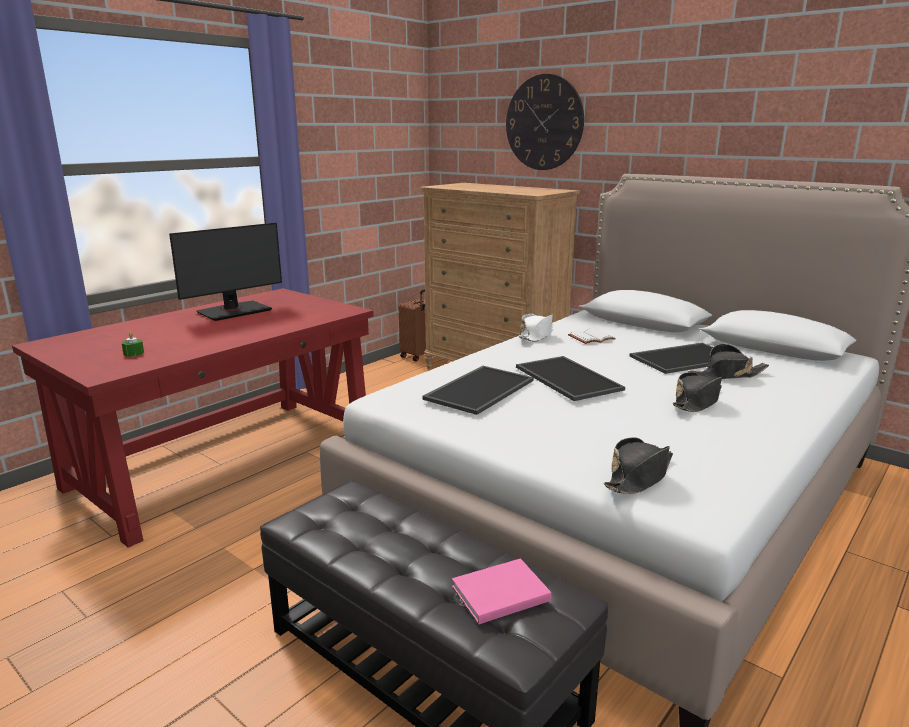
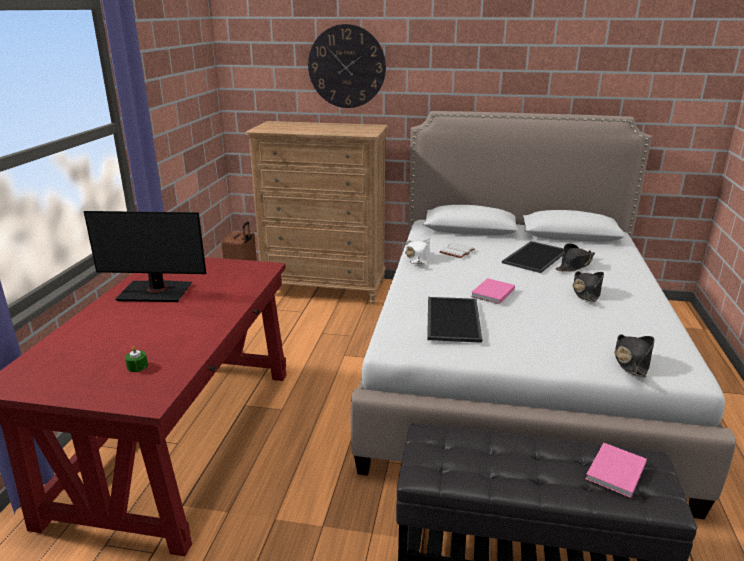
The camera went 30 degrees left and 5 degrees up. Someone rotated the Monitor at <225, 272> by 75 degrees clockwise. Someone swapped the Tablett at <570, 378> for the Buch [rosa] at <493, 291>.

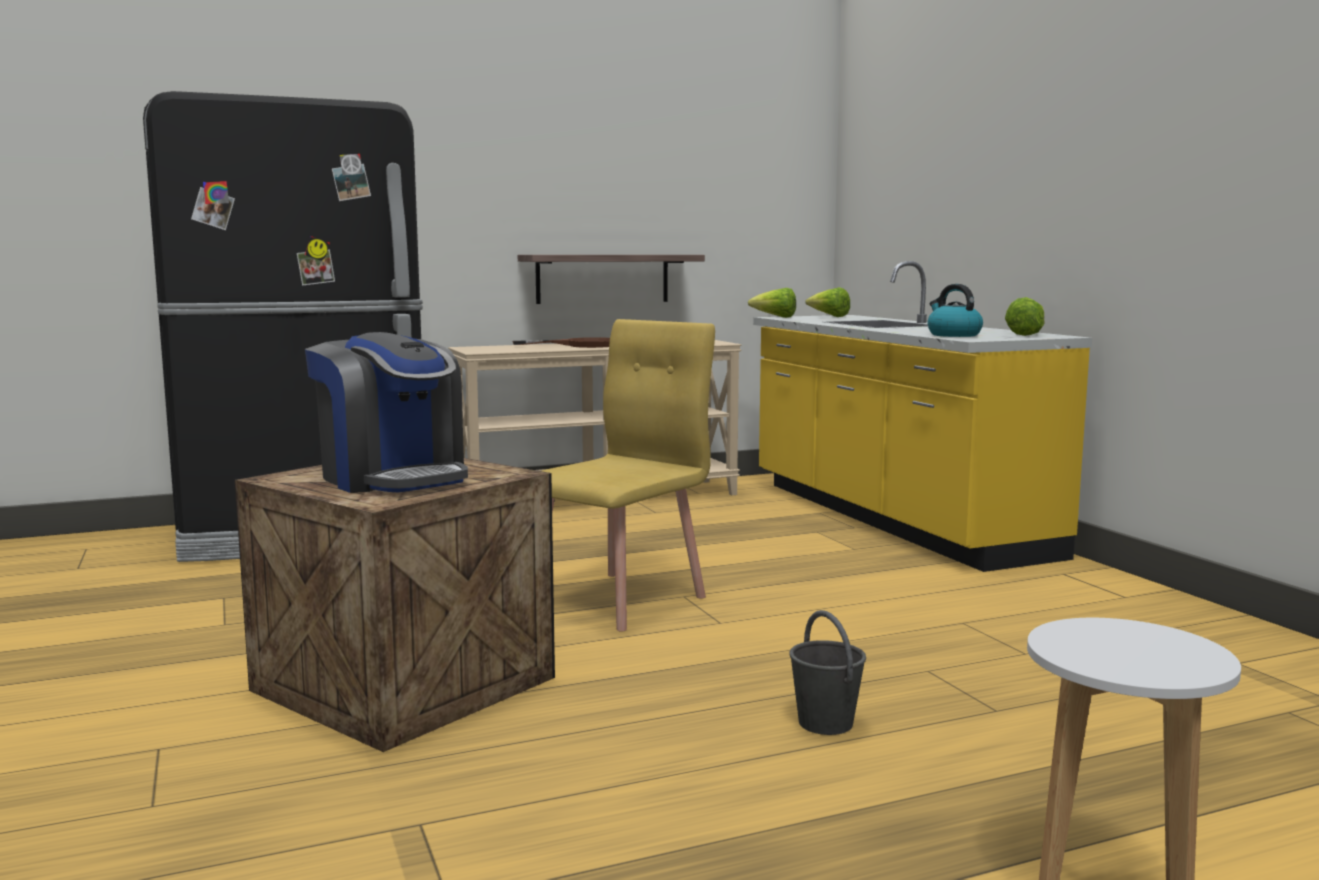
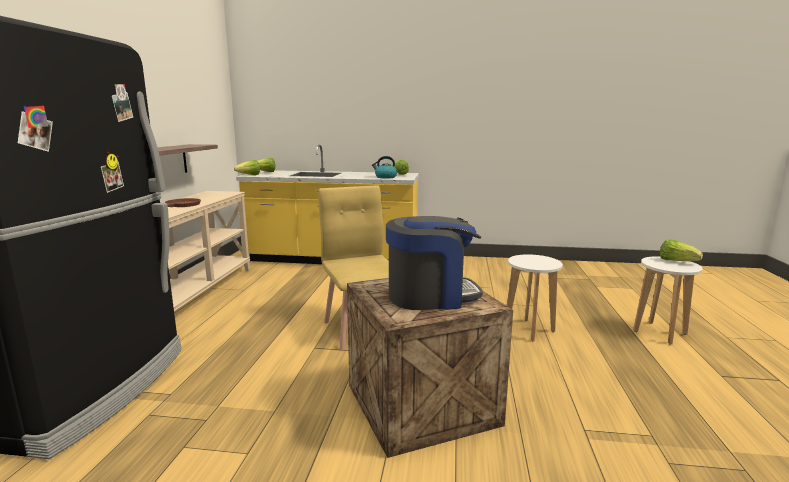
The camera went 60 degrees left and 5 degrees up. Someone swapped the Eimer [grau] at <827, 672> for the Hocker [weiß] at <535, 297>. Someone put down the Salatkopf at <681, 250>.

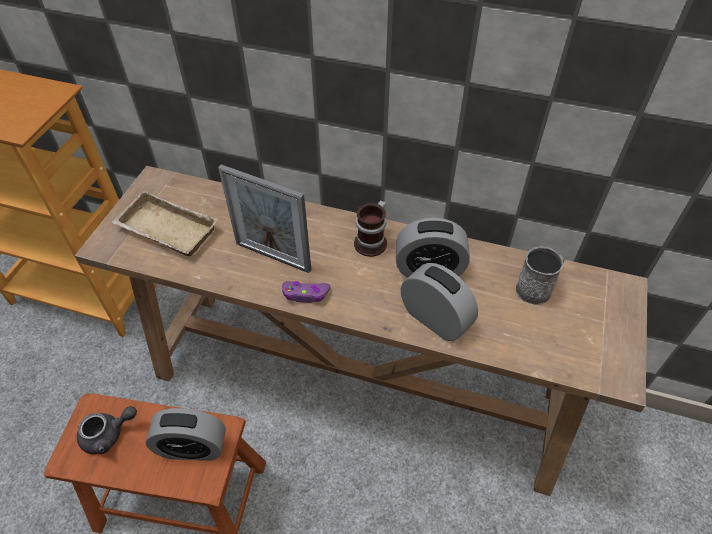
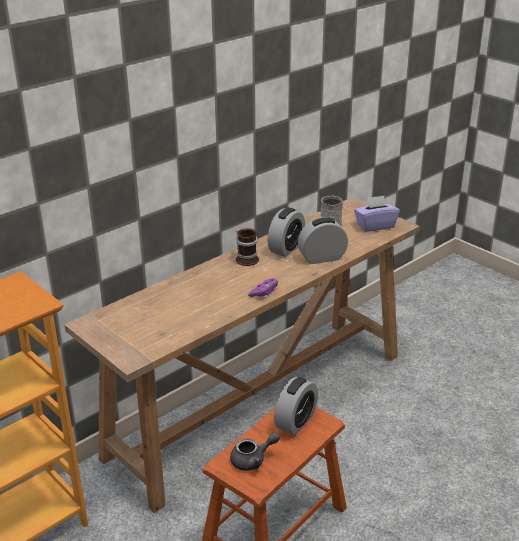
The camera went 60 degrees left and 20 degrees down. Someone rotated the Teekanne [grau] at <107, 430> by 60 degrees clockwise. Someone put down the Taschentuchbox [lila] at <377, 214>. Someone took away the Tablett [beige] at <165, 223>. Someone took away the Bilderrahmen at <264, 218>.

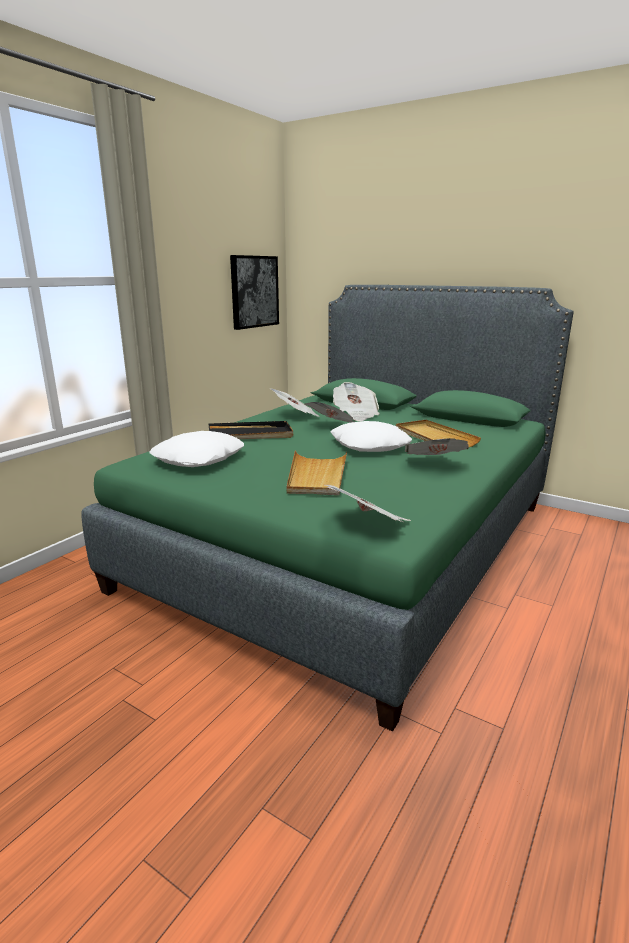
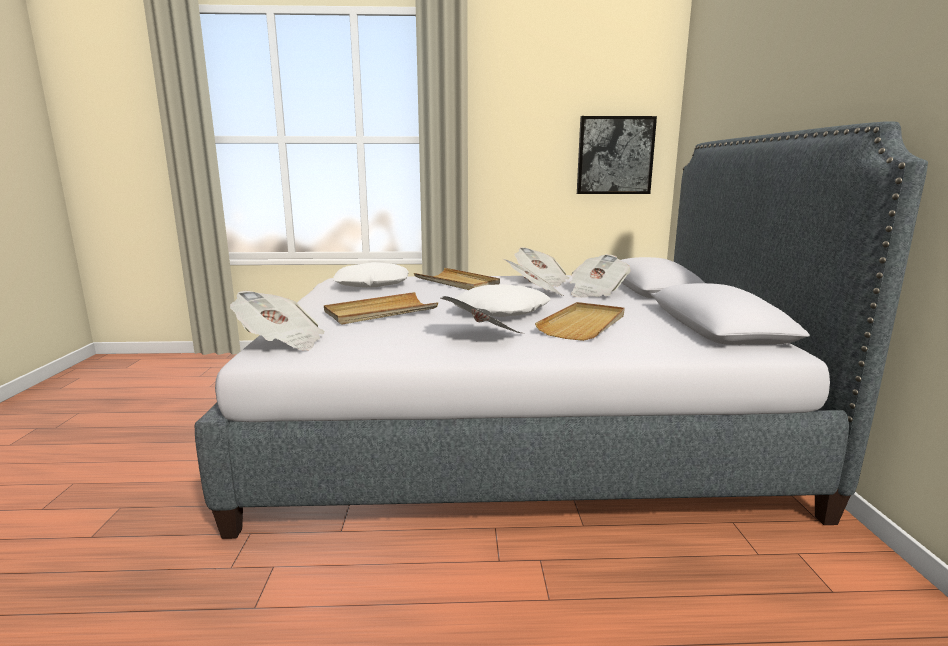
The camera went 55 degrees right and 5 degrees down. Someone repainted the Bett [grün] at <327, 508>, which became the Bett [grau] at <561, 330>. Someone repainted the Tablett [schwarz] at <251, 430>, which became the Tablett [beige] at <457, 279>.

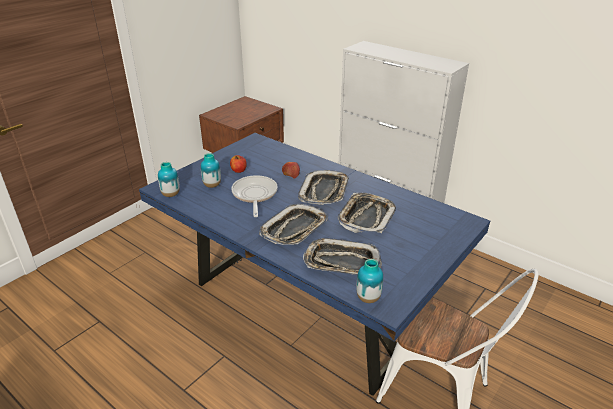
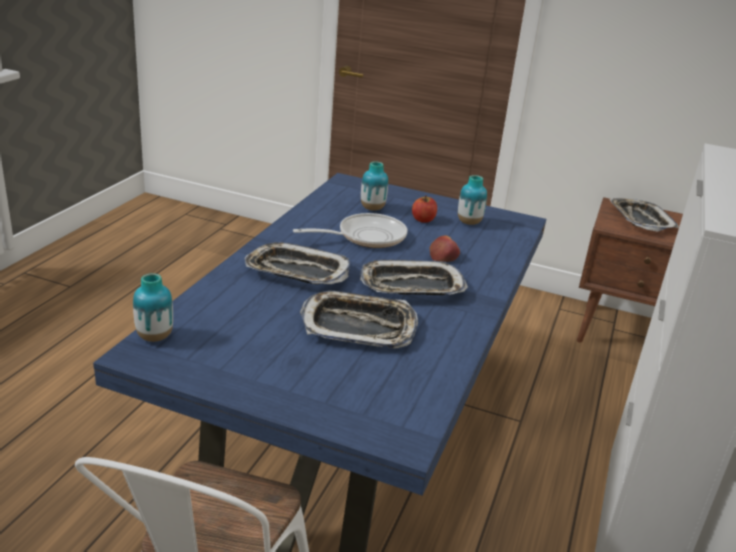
The camera went 70 degrees right and 5 degrees down. Someone carried the Vase from <169, 179> to <472, 200>. Someone carried the Tablett from <342, 256> to <644, 215>.

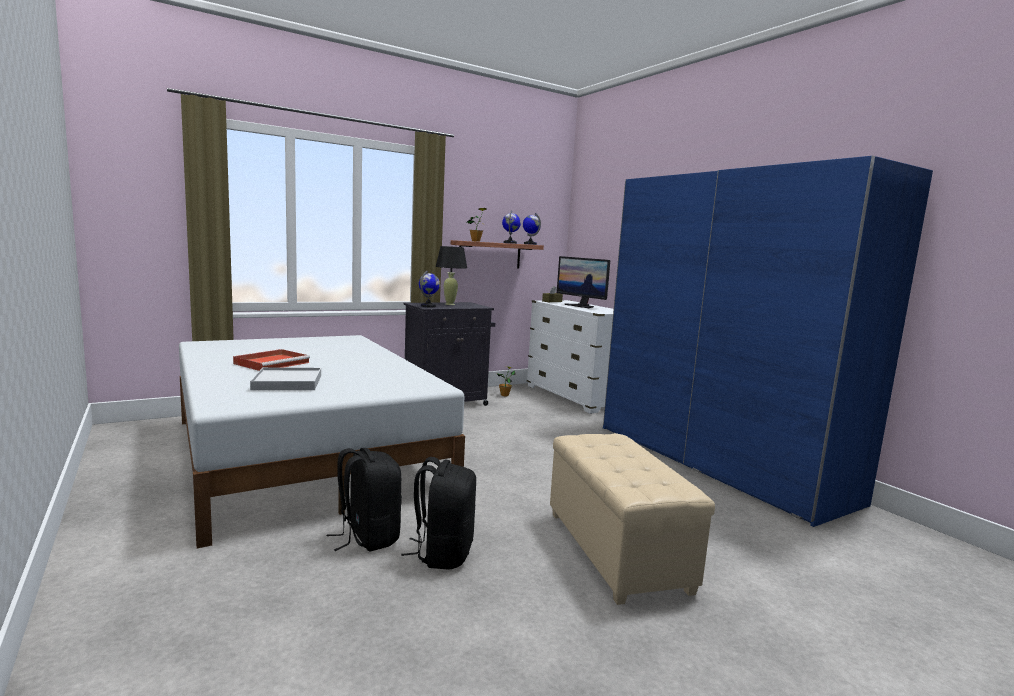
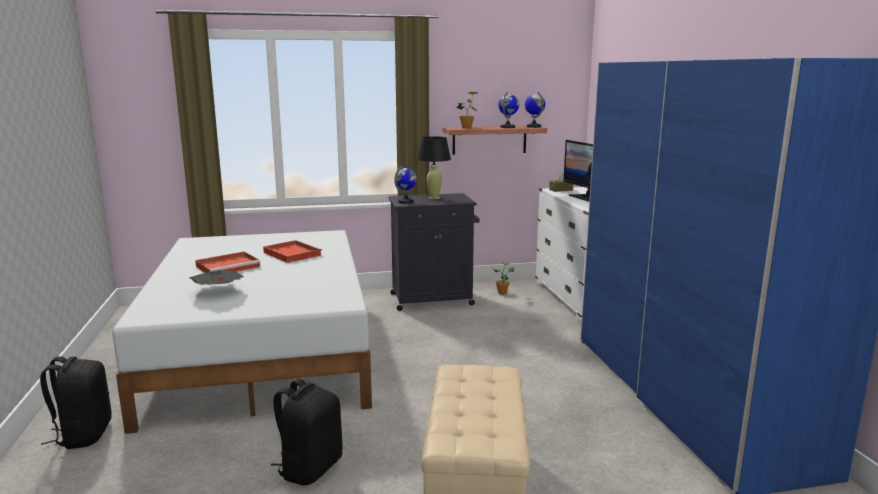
The camera went 20 degrees right and 5 degrees up. Someone carried the Rucksack [schwarz] from <364, 499> to <76, 402>. Someone swapped the Tablett [weiß] at <285, 378> for the Zeitung at <216, 277>. Someone put down the Tablett [rot] at <292, 251>.

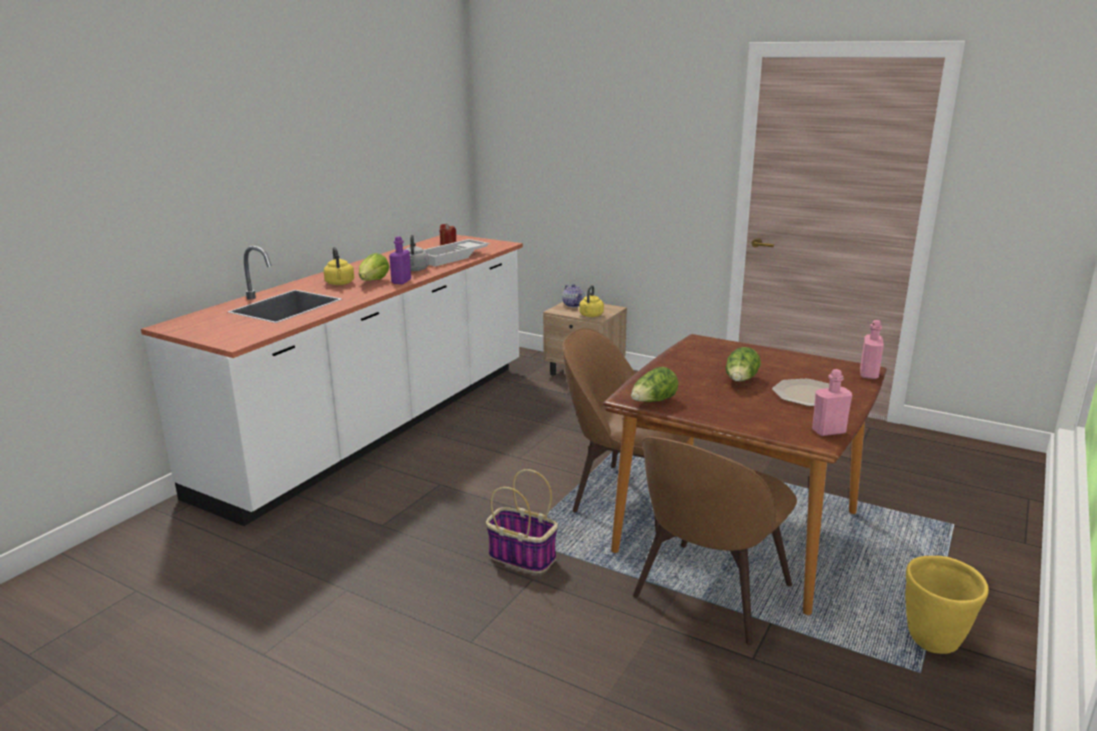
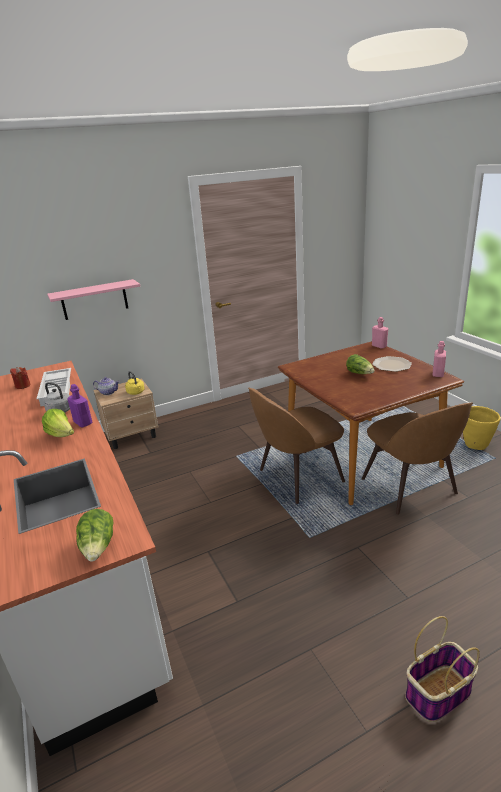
The camera went 55 degrees left and 5 degrees up. Someone put up the Wandregal [rosa] at <93, 299>. Someone carried the Salatkopf from <654, 384> to <95, 535>. Someone carried the Korb from <522, 521> to <442, 669>. Someone took away the Wasserkessel [gelb] at <339, 266>.

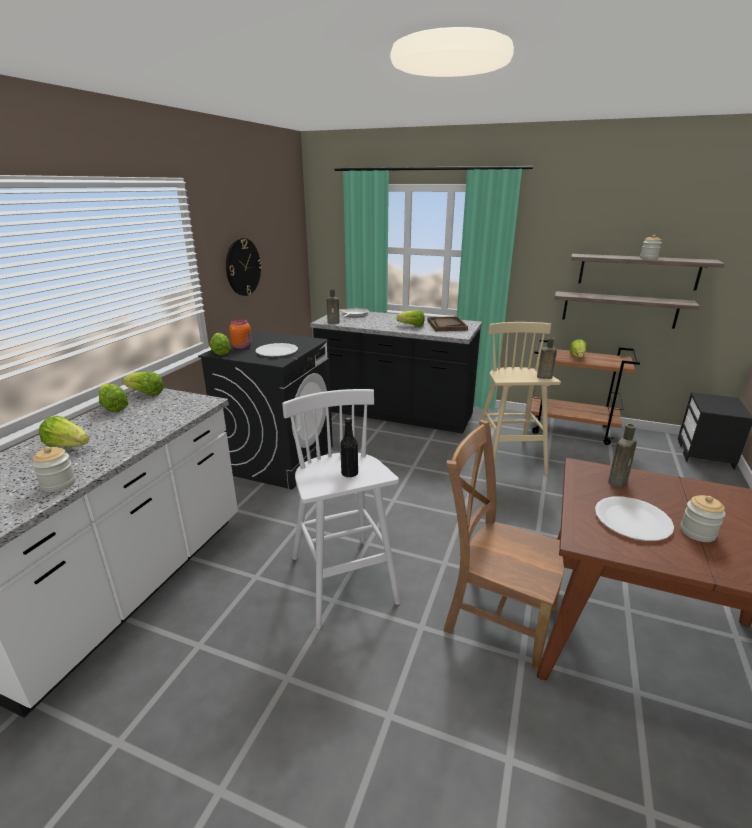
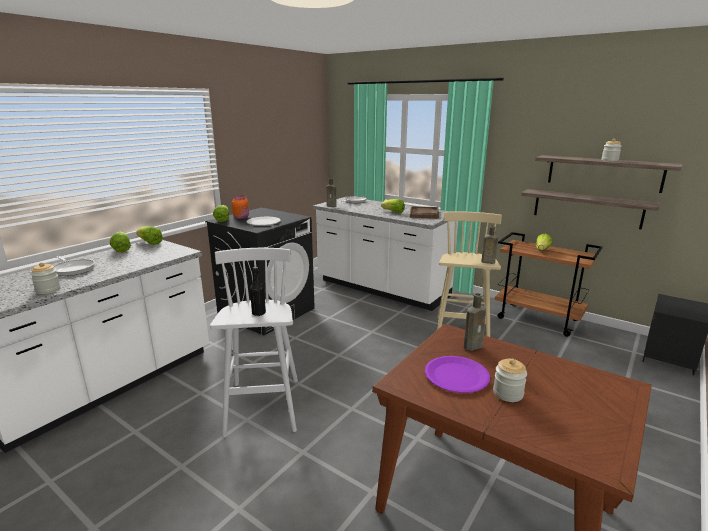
The camera went 15 degrees right and 5 degrees down. Someone swapped the Salatkopf at <64, 431> for the Pfanne at <74, 266>. Someone repainted the Küchenzeile [schwarz] at <396, 371>, which became the Küchenzeile [weiß] at <385, 254>. Someone repainted the Teller [weiß] at <634, 518>, which became the Teller [lila] at <457, 374>. Someone took away the Wanduhr at <244, 267>. Someone took away the Stuhl [braun] at <504, 544>.

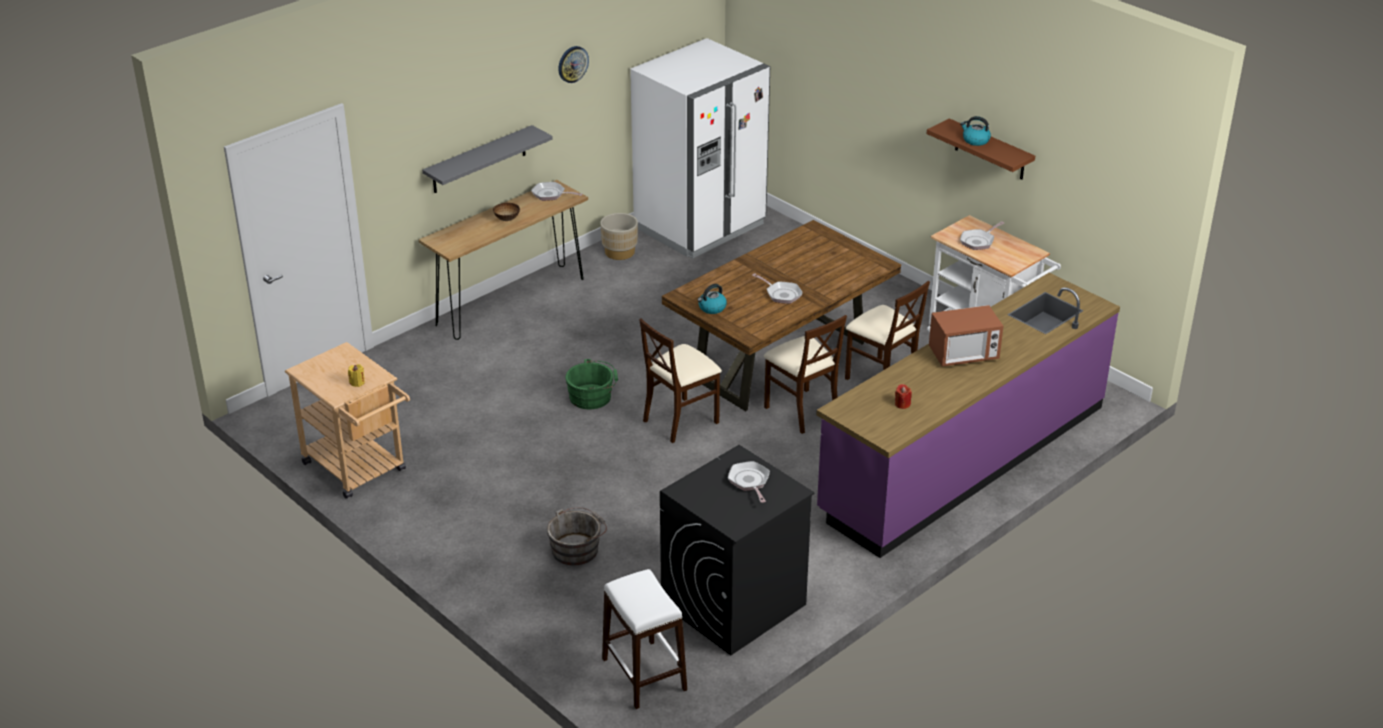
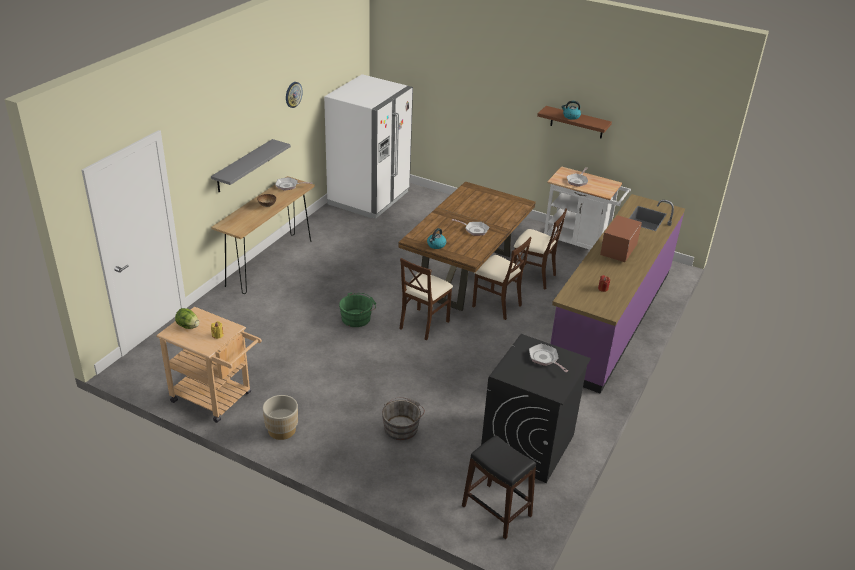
The camera went 20 degrees left and 0 degrees up. Someone put down the Salatkopf at <187, 318>. Someone carried the Pflanzkübel [beige] from <619, 236> to <280, 417>. Someone repainted the Hocker [weiß] at <644, 639>, which became the Hocker [schwarz] at <499, 487>. Someone rotated the Mikrowelle at <966, 336> by 150 degrees clockwise.

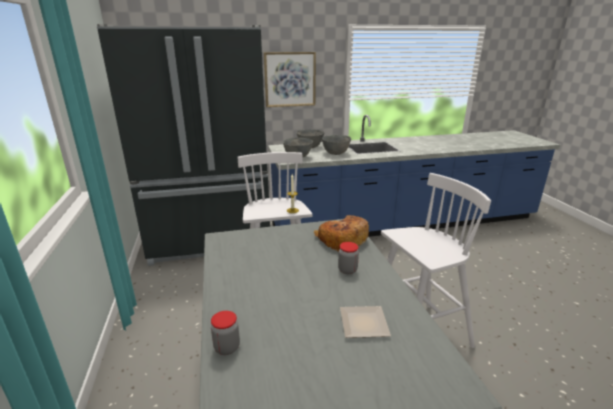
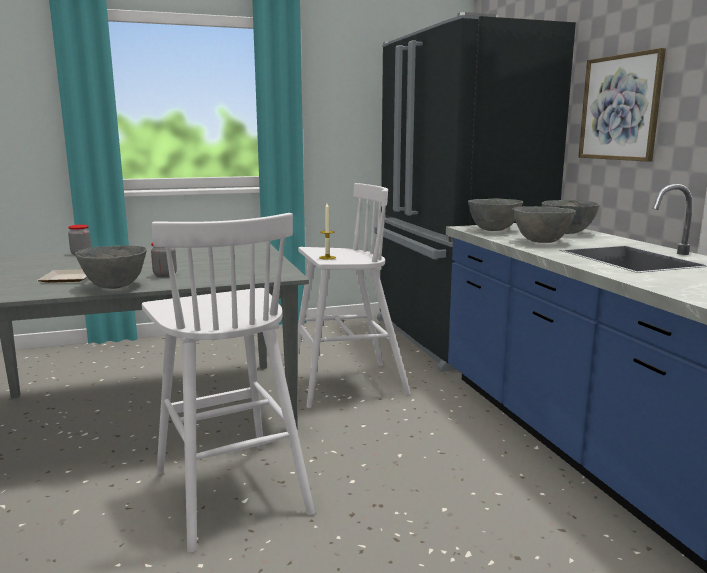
The camera went 85 degrees right and 10 degrees down. Someone put down the Schüssel [grau] at <110, 267>. Someone took away the Brot at <341, 233>.

